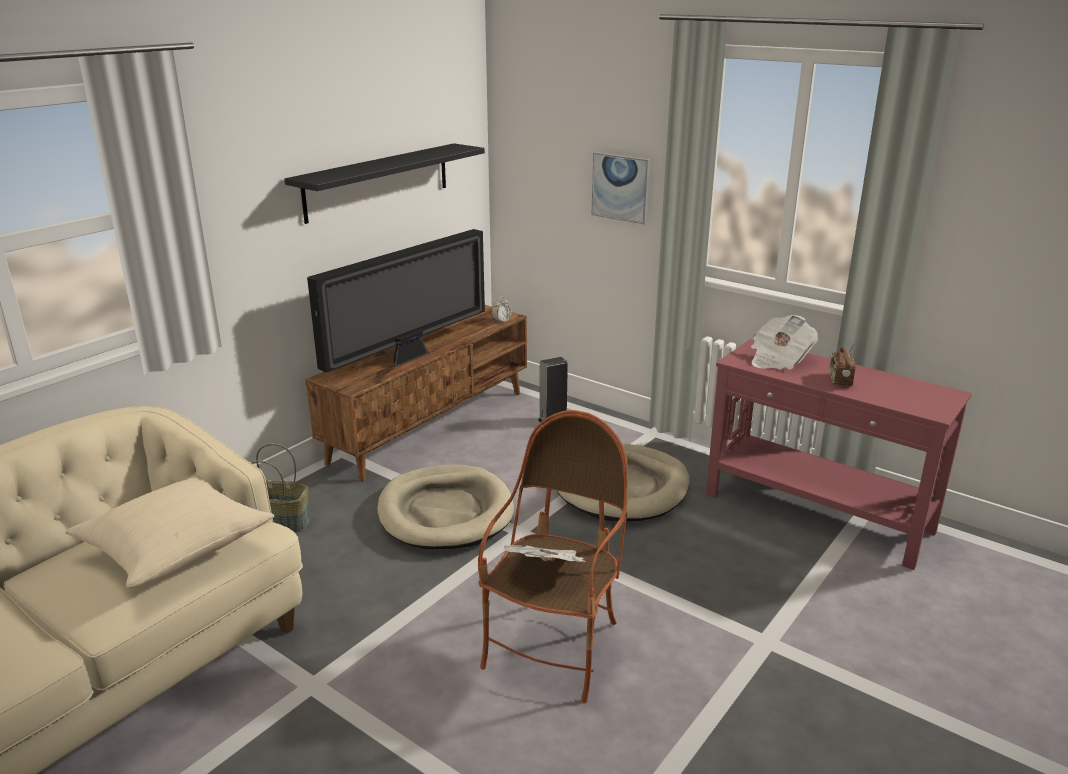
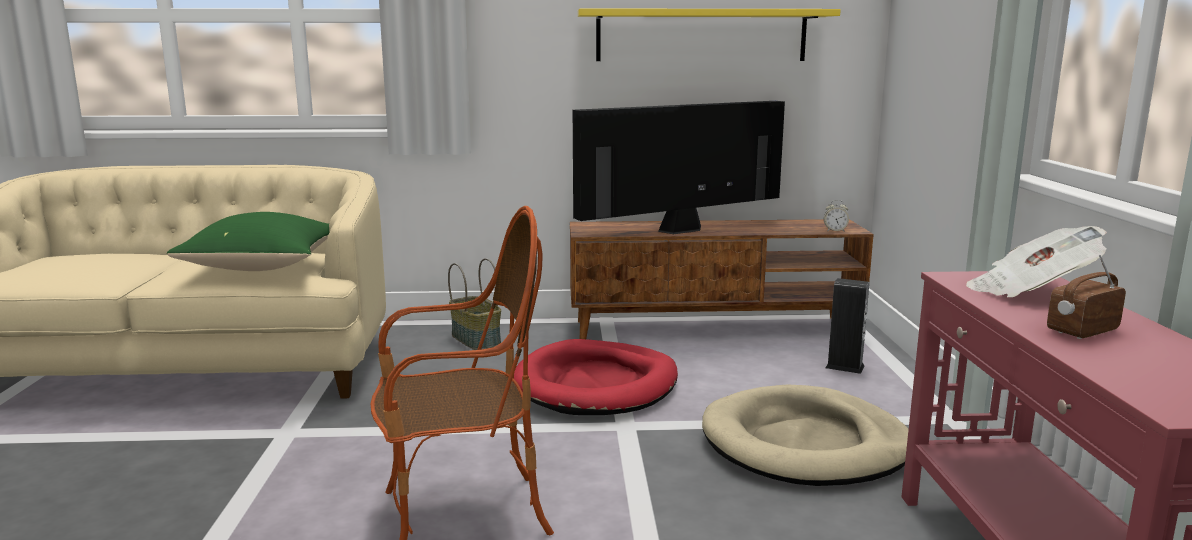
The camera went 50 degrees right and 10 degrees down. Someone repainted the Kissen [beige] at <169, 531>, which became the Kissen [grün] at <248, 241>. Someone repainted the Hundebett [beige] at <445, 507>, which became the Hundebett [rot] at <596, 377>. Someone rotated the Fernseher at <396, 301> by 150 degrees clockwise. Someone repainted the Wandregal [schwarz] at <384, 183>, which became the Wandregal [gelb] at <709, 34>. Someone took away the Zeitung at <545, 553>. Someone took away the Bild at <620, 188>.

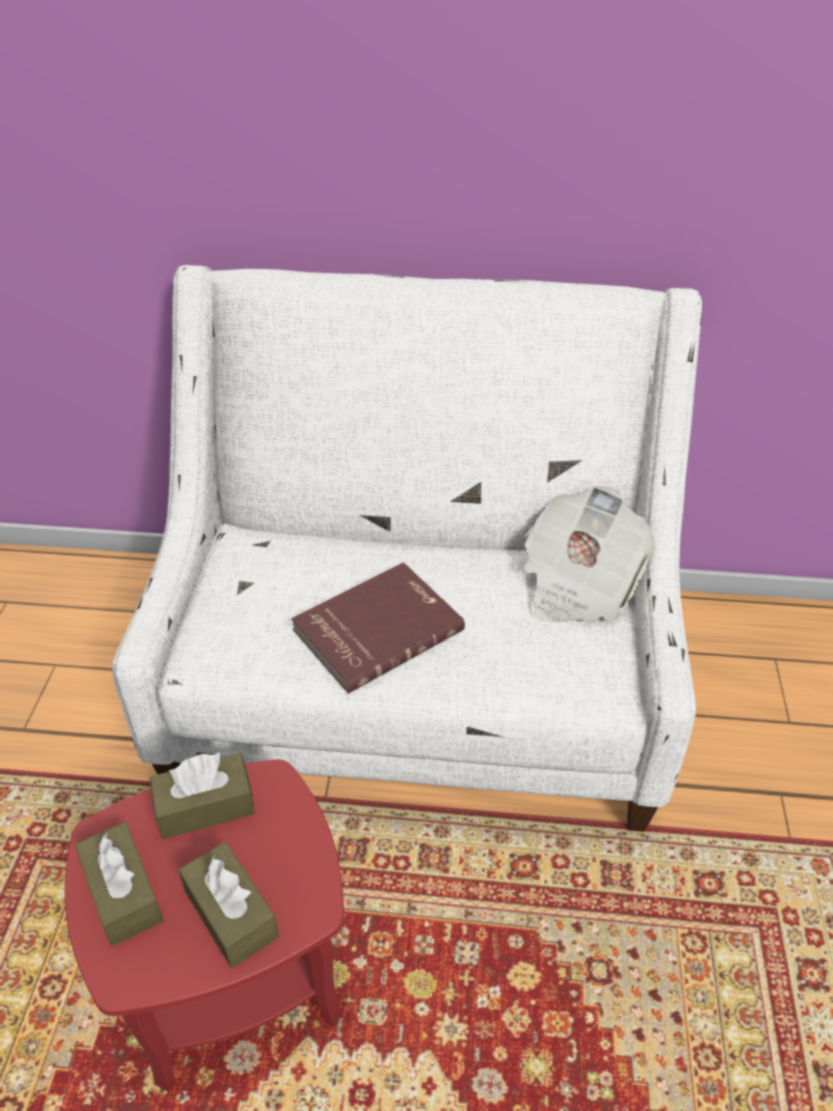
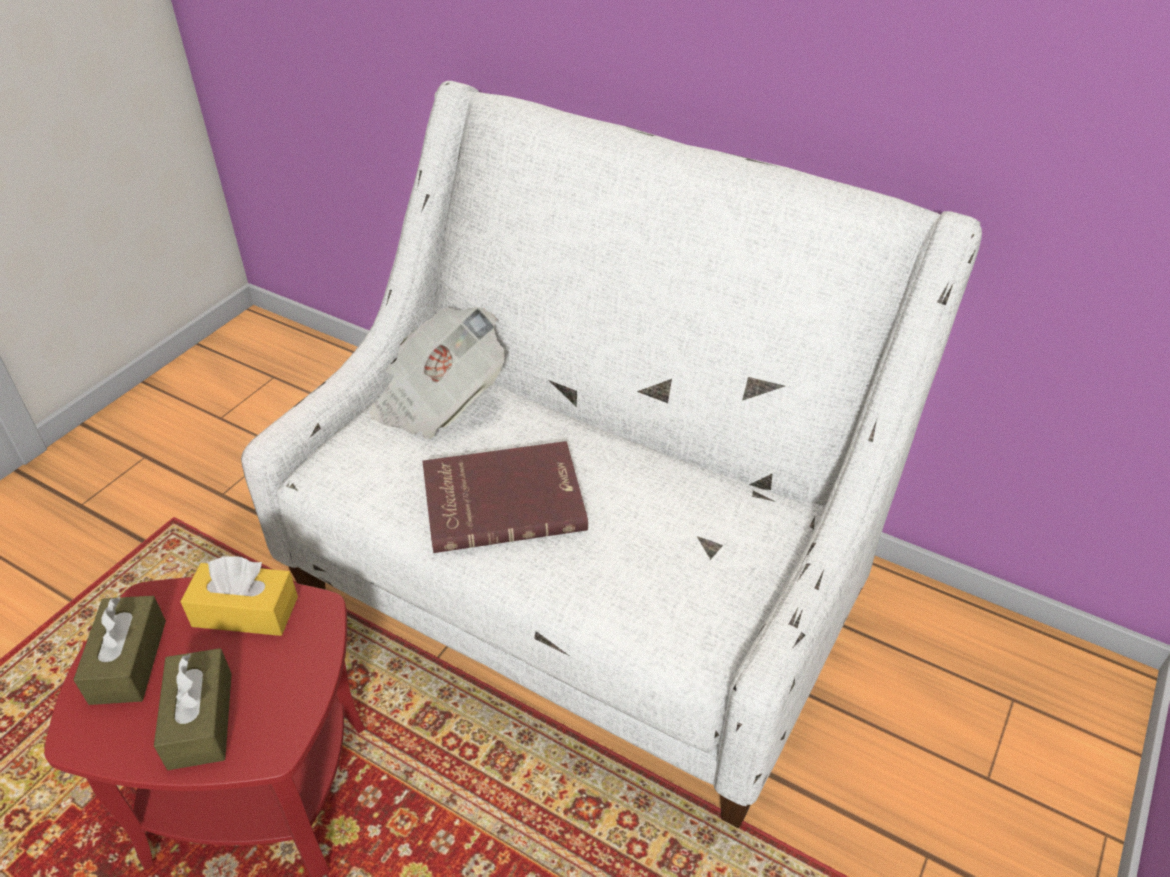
The camera went 25 degrees right and 0 degrees up. Someone repainted the Taschentuchbox [braun] at <202, 795>, which became the Taschentuchbox [gelb] at <239, 596>. Someone carried the Zeitung from <589, 554> to <437, 373>.

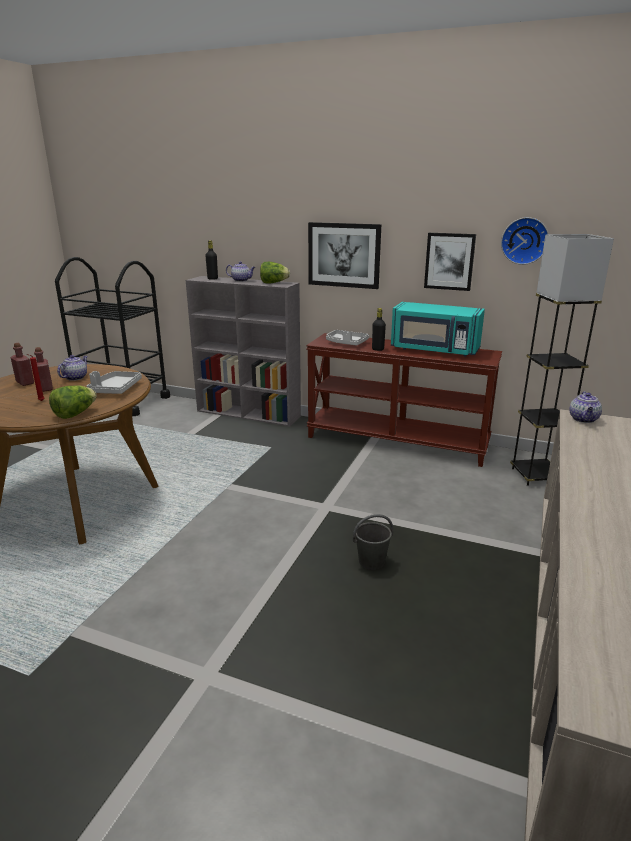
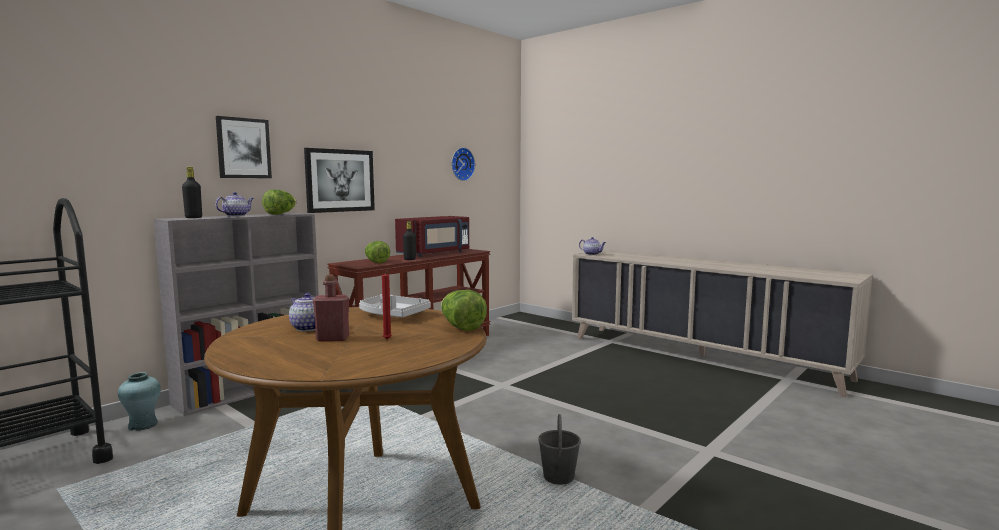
The camera went 70 degrees left and 15 degrees down. Someone put down the Vase [türkis] at <139, 401>. Someone carried the Bild from <450, 262> to <244, 147>. Someone swapped the Tablett [grau] at <347, 338> for the Salatkopf at <377, 252>. Someone repainted the Mikrowelle [türkis] at <438, 329>, which became the Mikrowelle [rot] at <432, 236>. Someone carried the Eimer [grau] from <373, 542> to <559, 449>. Someone took away the Flasche [rot] at <22, 364>. Someone took away the Stehlampe [grau] at <562, 360>.

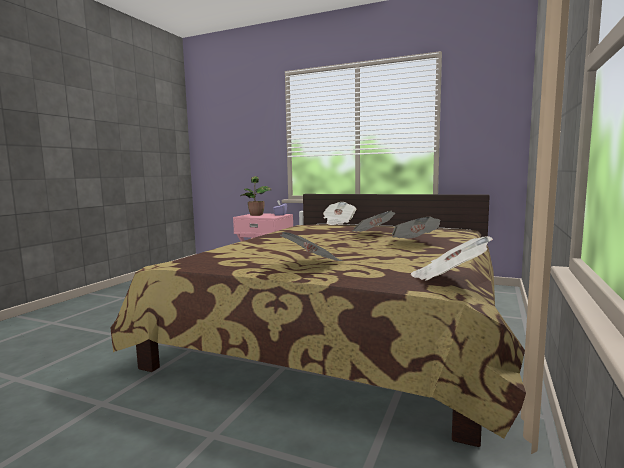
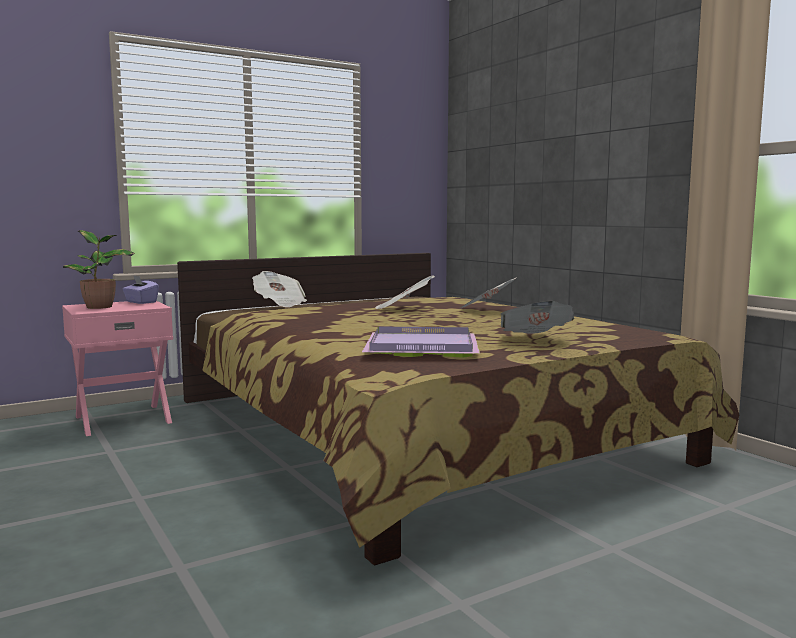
The camera went 55 degrees left and 0 degrees up. Someone put down the Tablett [lila] at <421, 342>. Someone took away the Zeitung at <451, 258>.

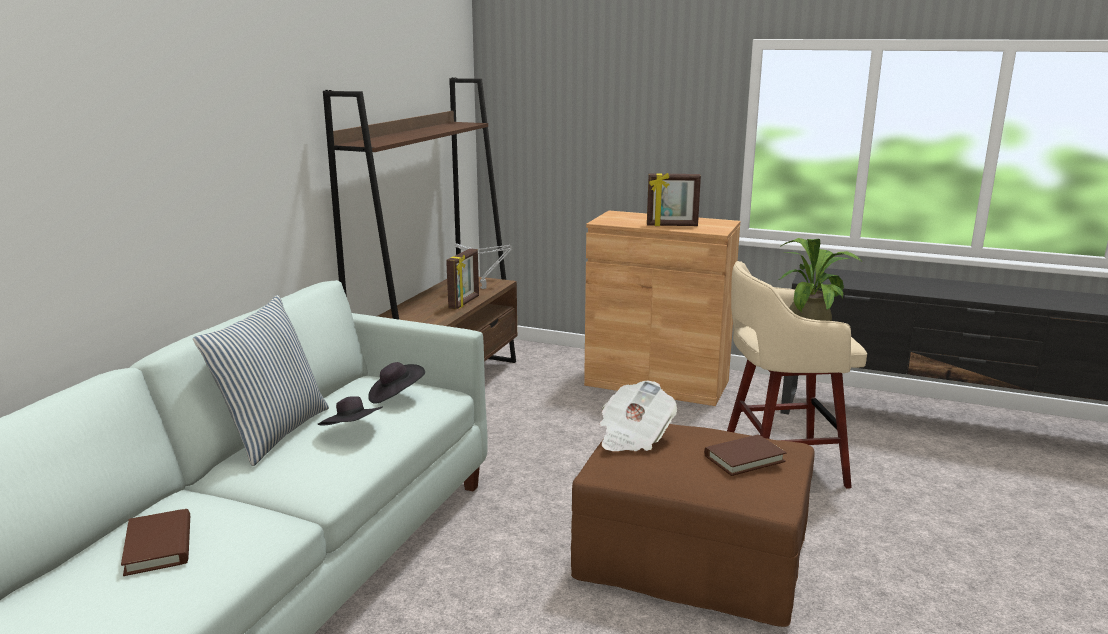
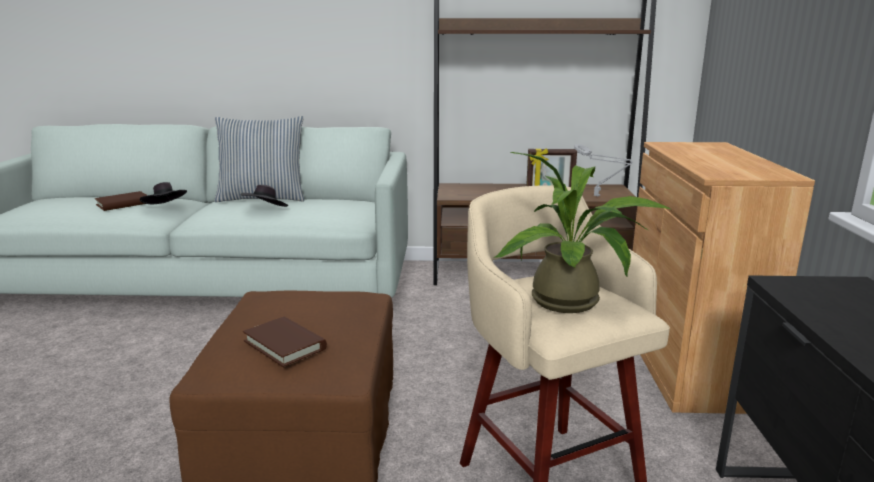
The camera went 70 degrees right and 0 degrees up. Someone carried the Hut [schwarz] from <396, 383> to <163, 193>. Someone took away the Zeitung at <638, 415>. Someone took away the Bilderrahmen at <674, 199>.

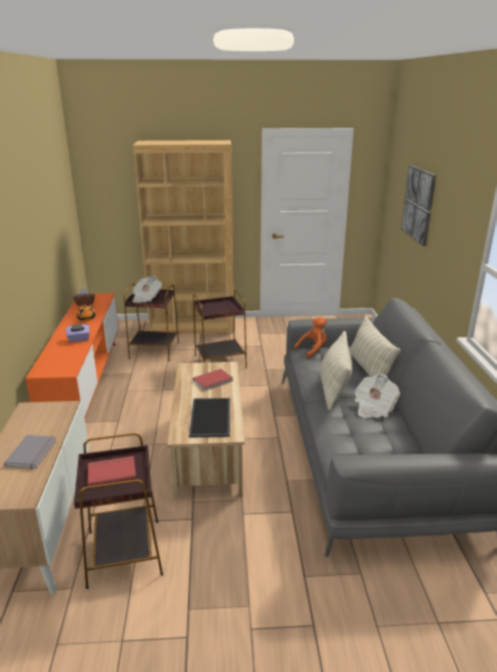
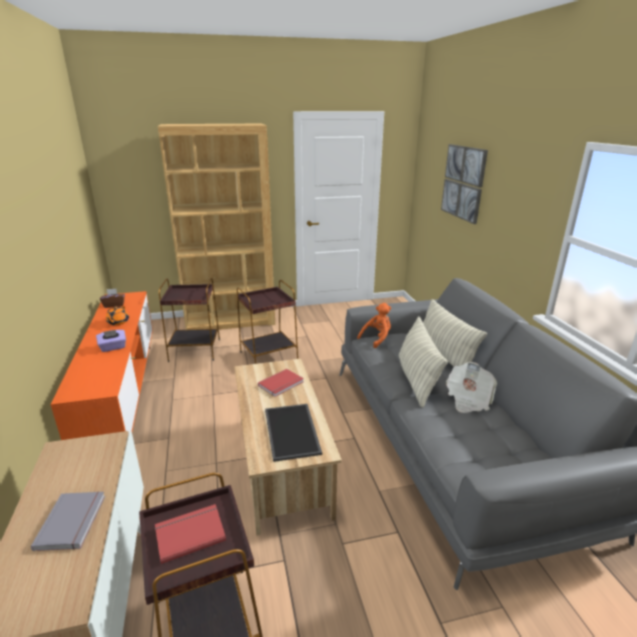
The camera went 10 degrees left and 0 degrees up. Someone took away the Zeitung at <147, 289>.

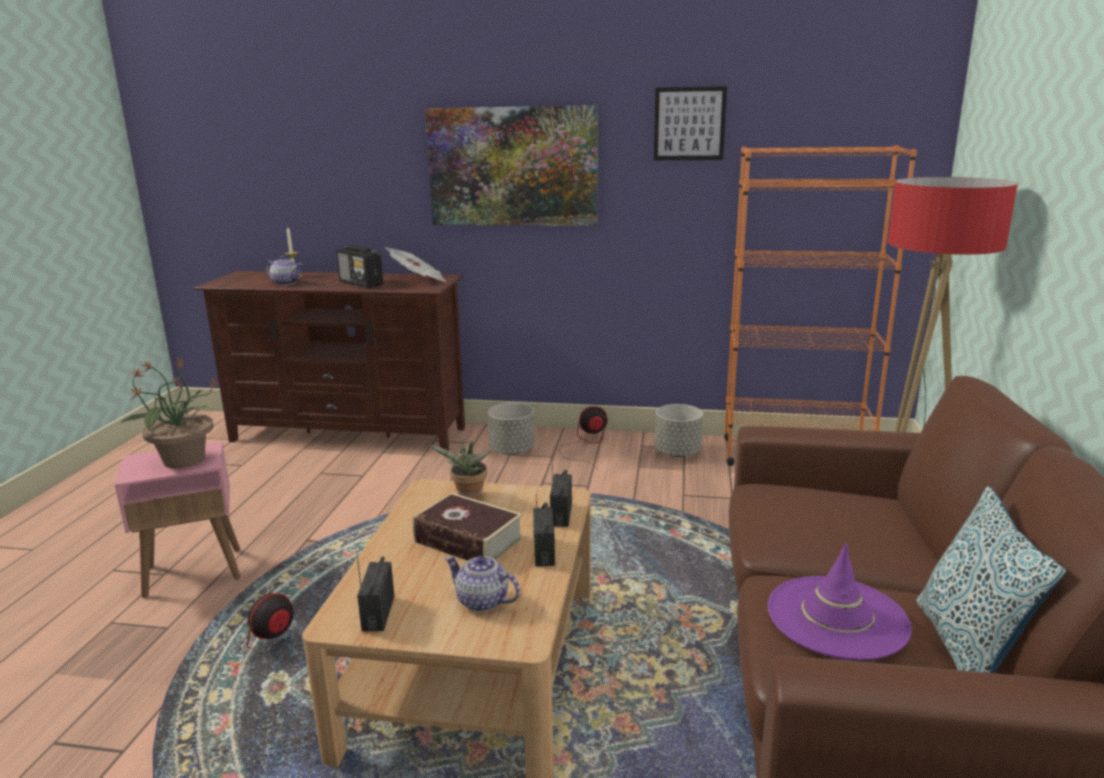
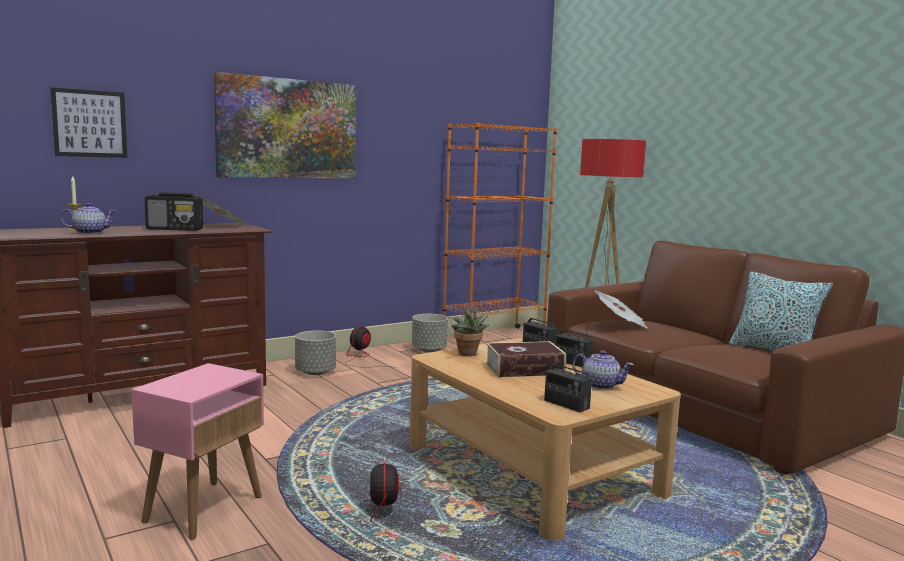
The camera went 45 degrees left and 10 degrees down. Someone carried the Bild from <690, 123> to <88, 122>. Someone rotated the Teekanne at <482, 584> by 135 degrees counterclockwise. Someone put down the Zeitung at <621, 309>. Someone took away the Topfpflanze at <169, 413>. Someone took away the Hut [lila] at <840, 602>.

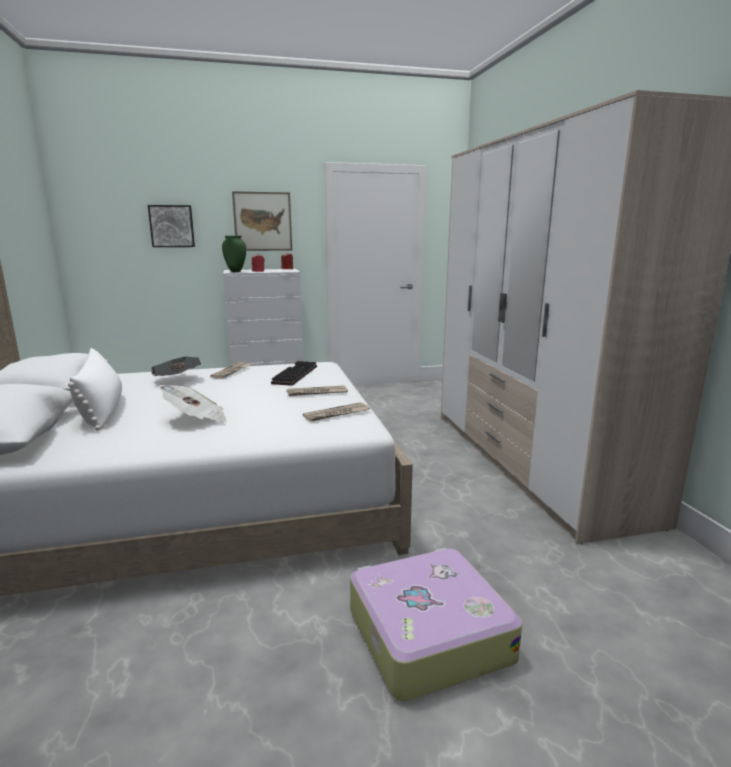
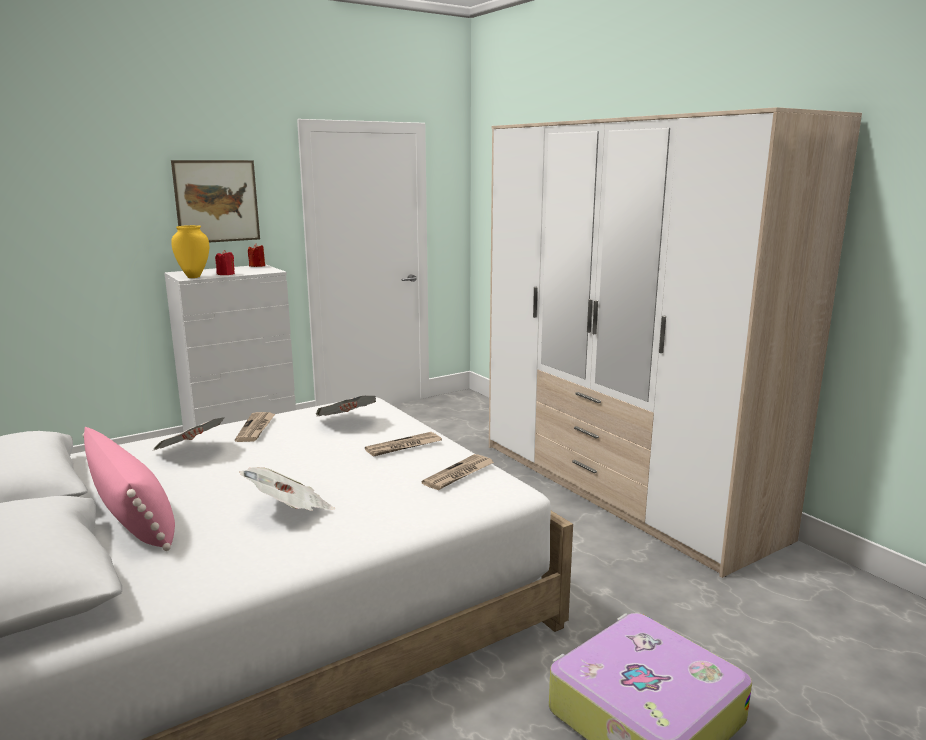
The camera went 20 degrees left and 0 degrees up. Someone repainted the Kissen [weiß] at <95, 389>, which became the Kissen [rosa] at <128, 489>. Someone repainted the Vase [grün] at <234, 254>, which became the Vase [gelb] at <190, 251>. Someone swapped the Tastatur at <294, 373> for the Zeitung at <346, 406>. Someone took away the Bild at <171, 226>.

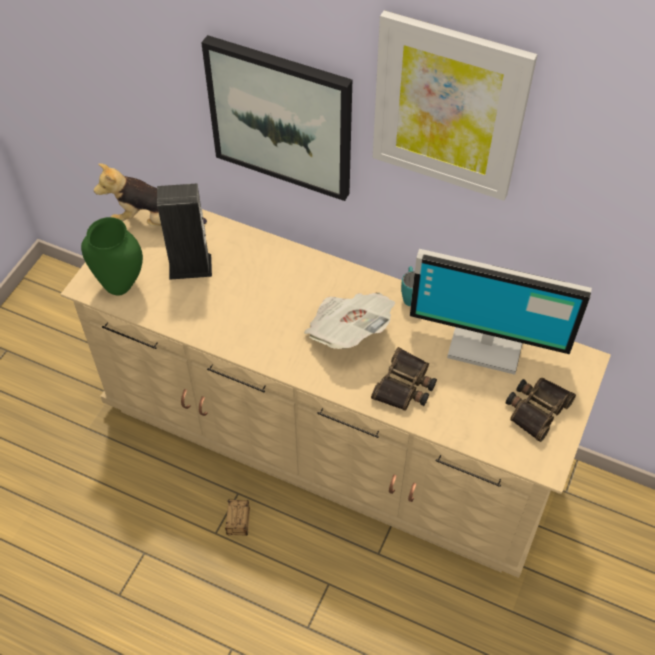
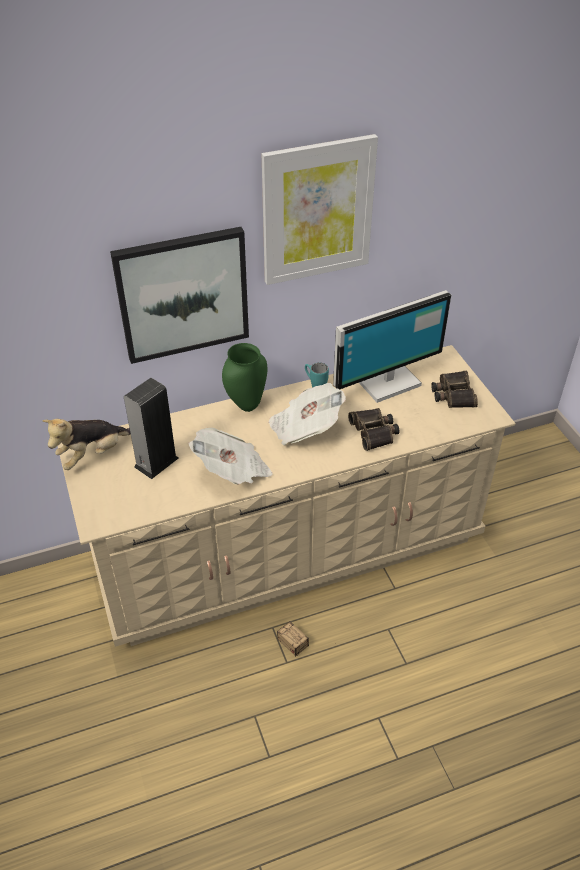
The camera went 45 degrees left and 10 degrees down. Someone put down the Zeitung at <231, 456>. Someone carried the Vase [grün] from <112, 256> to <244, 377>.

